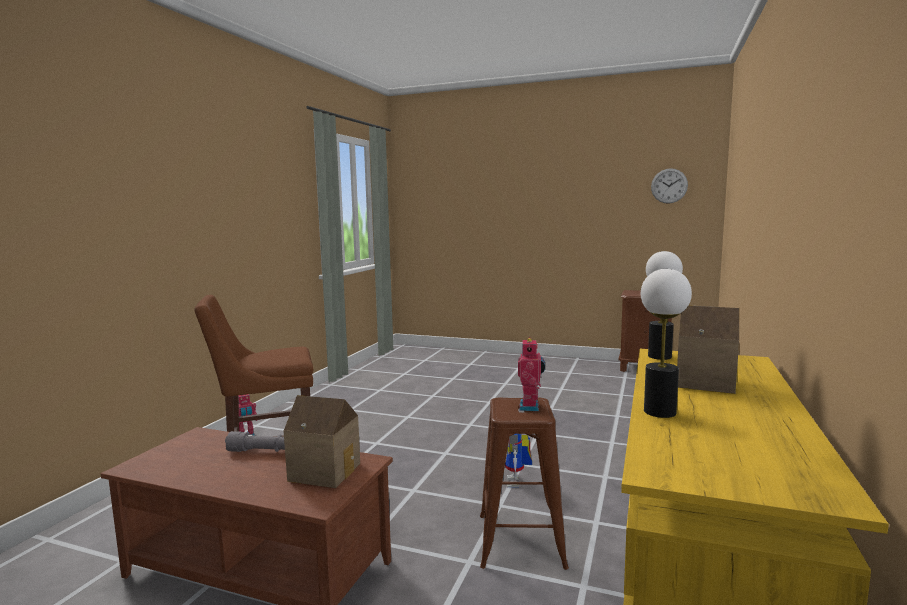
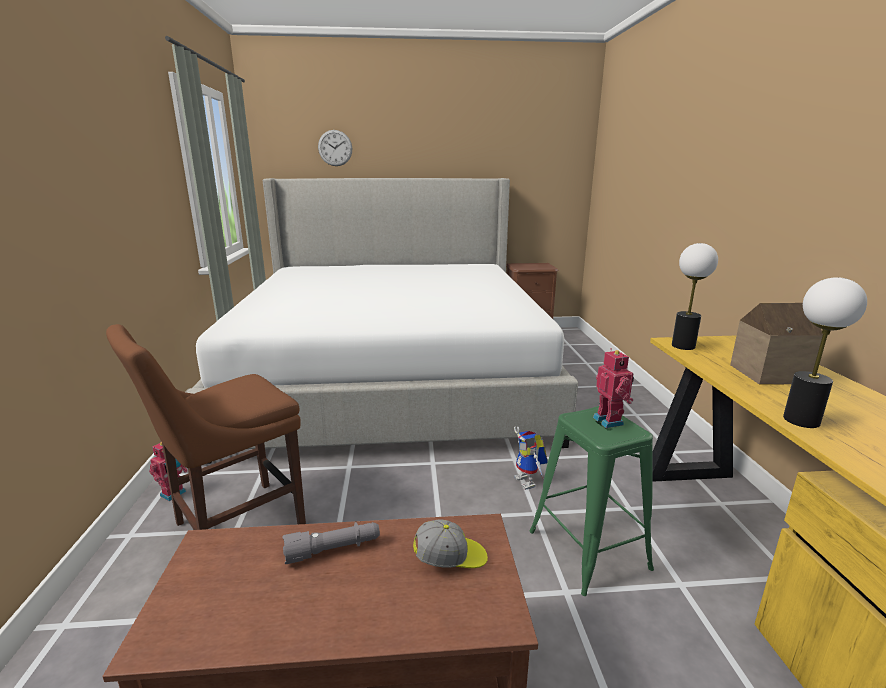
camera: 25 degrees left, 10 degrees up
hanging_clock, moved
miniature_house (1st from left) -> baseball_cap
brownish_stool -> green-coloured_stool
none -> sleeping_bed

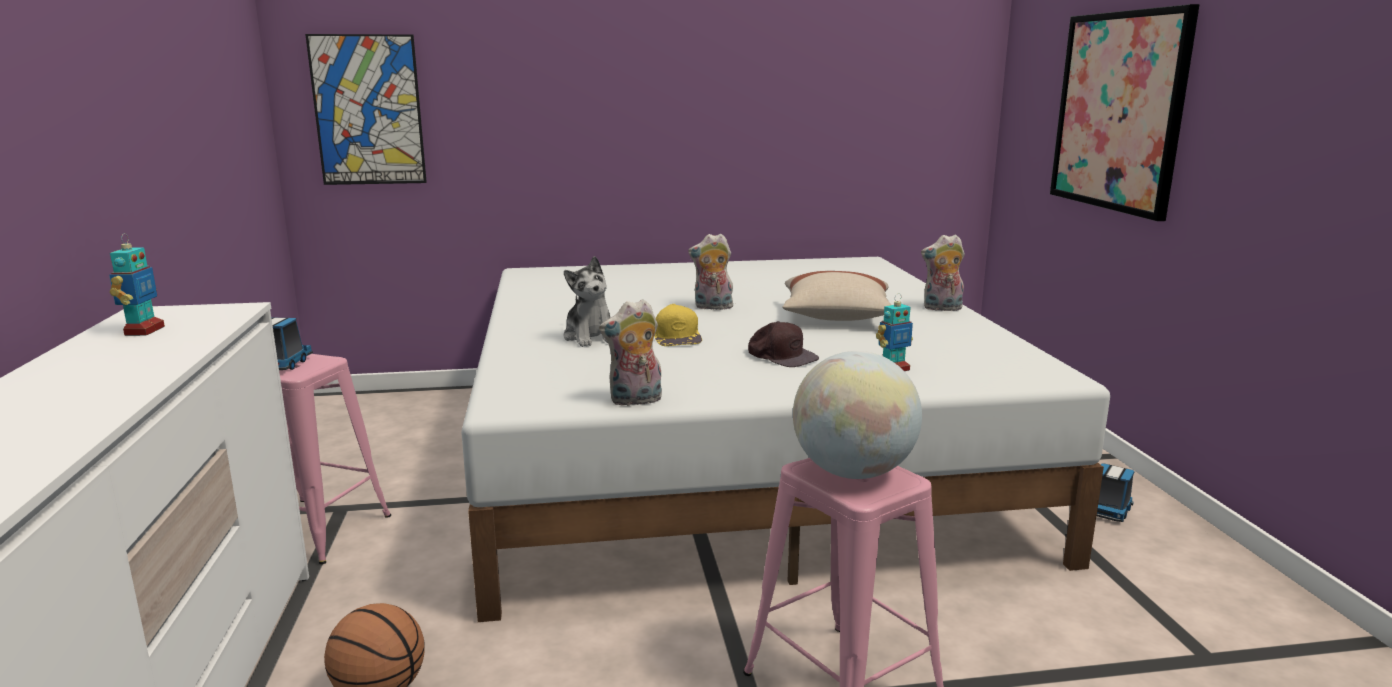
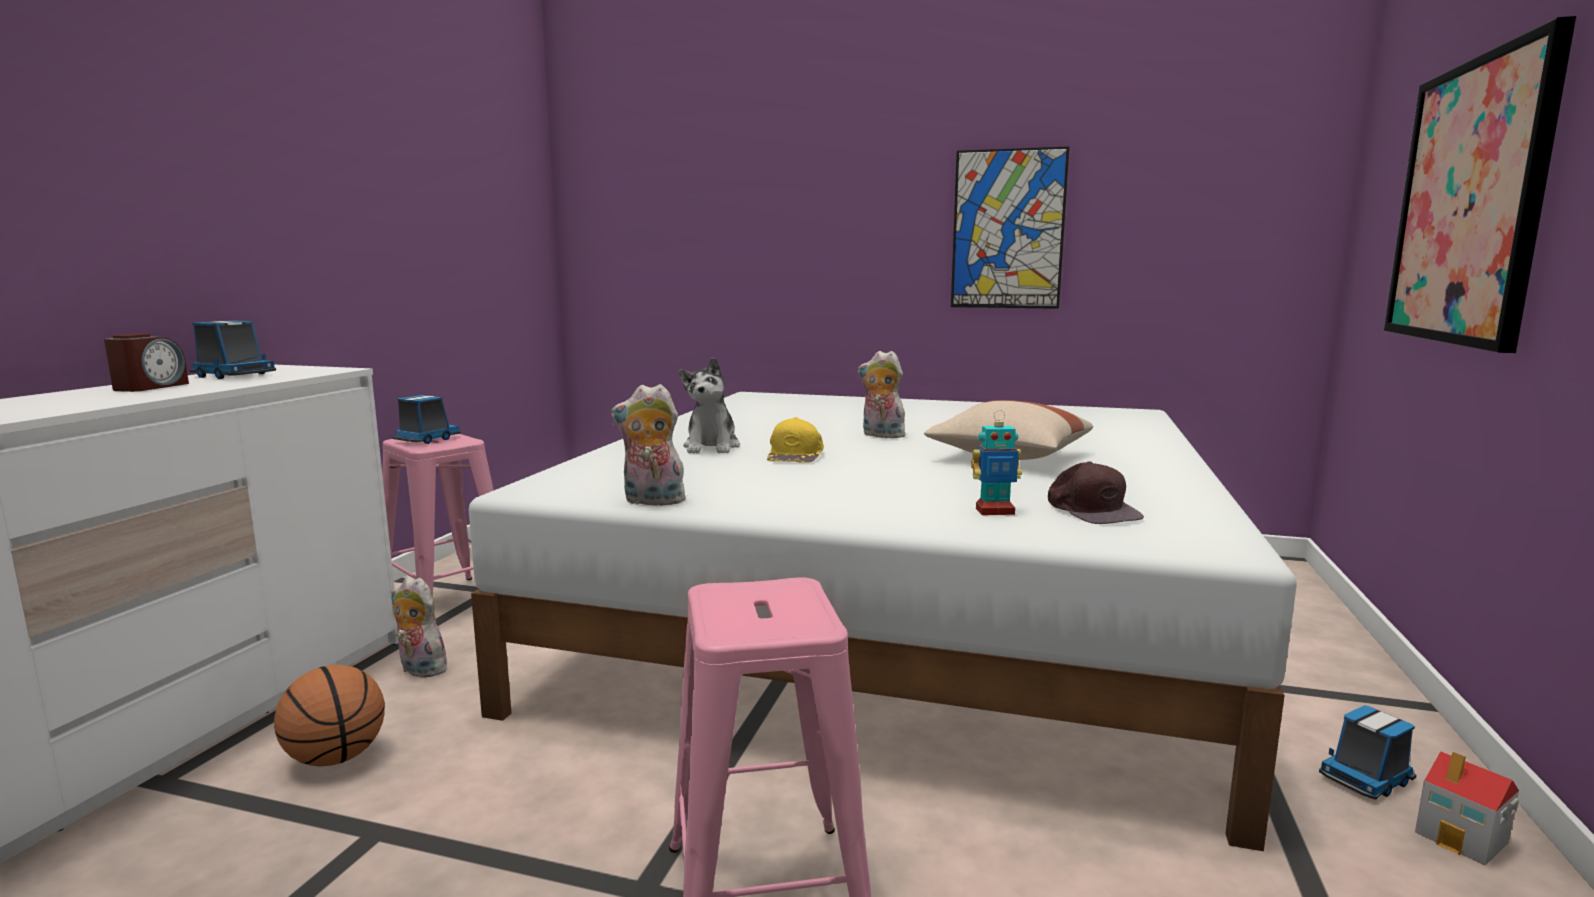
camera: 25 degrees right, 5 degrees down
picture (1st from left), moved
toy_robot (1st from left) -> model_truck (1st from left)
cuddly_toy (4th from left in the first image) -> cuddly_toy (1st from left), moved
brownish_baseball_cap, moved
world_globe -> none
none -> bedside_clock
none -> miniature_house

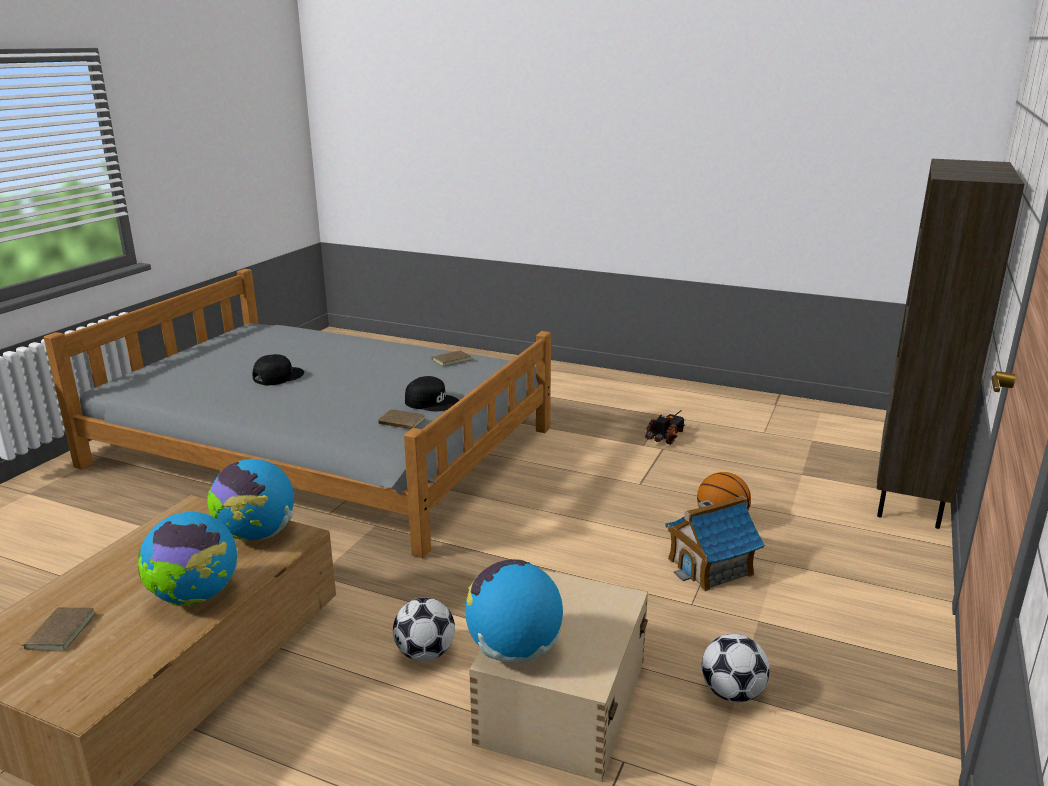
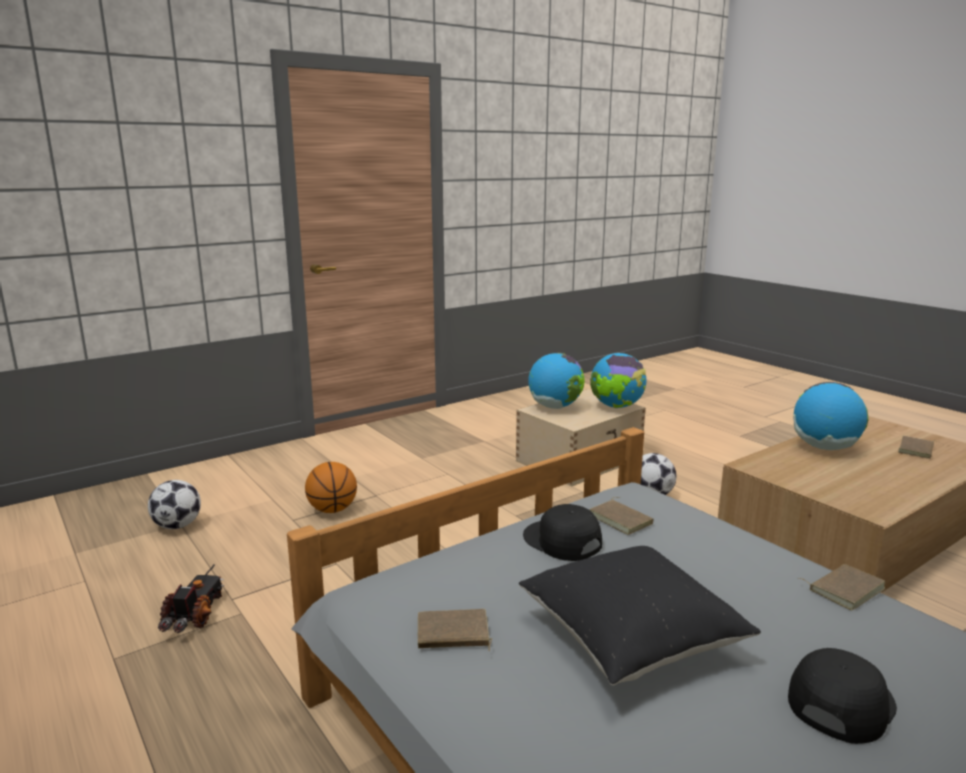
camera: 150 degrees left, 5 degrees down
brownish_bookcase -> none
blackish_baseball_cap (1st from left in the first image) -> blackish_baseball_cap (2nd from left), 150 degrees clockwise
model_truck, 120 degrees clockwise
world_globe (2nd from left in the first image) -> world_globe (1st from left), moved
miniature_house -> none
football (2nd from left in the first image) -> football (1st from left), moved
none -> blackish_pillow
none -> brownish_volume (3rd from left)

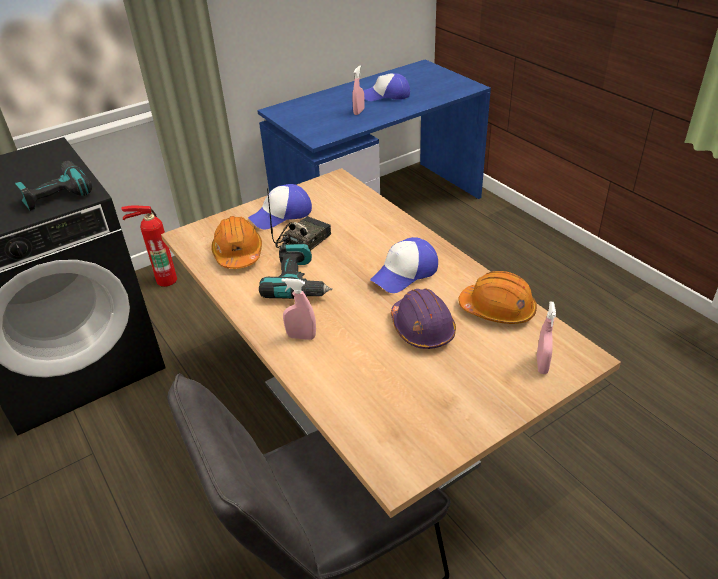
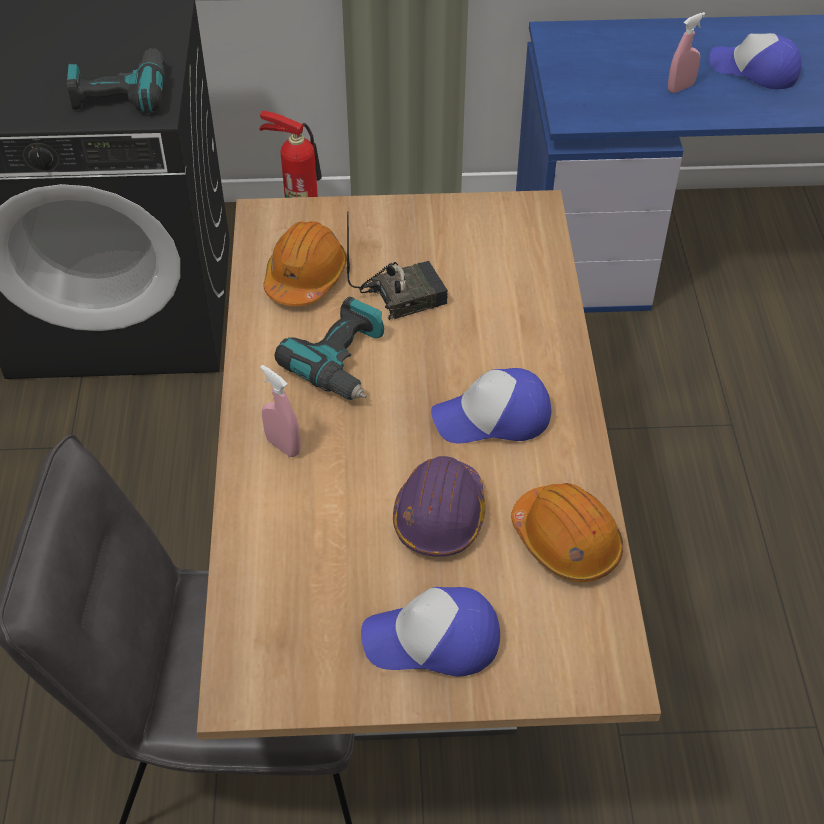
camera: 30 degrees right, 10 degrees up
baseball_cap (1st from left), moved
pink-coloured_spray_bottle (3rd from left) -> none

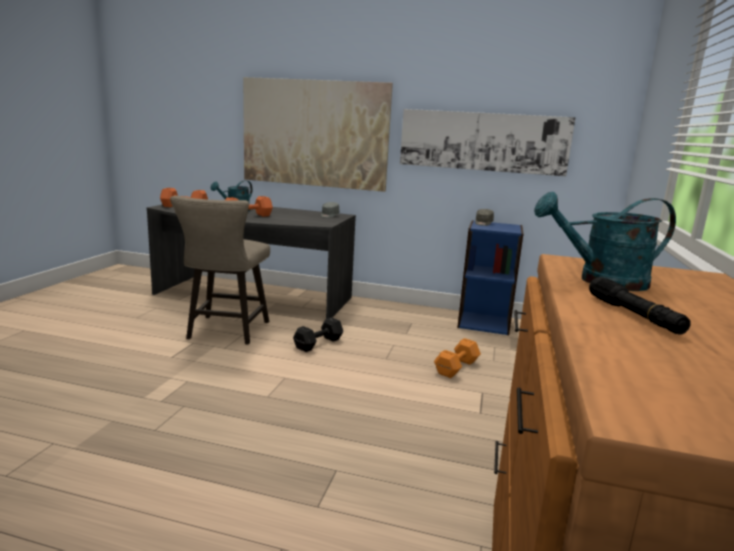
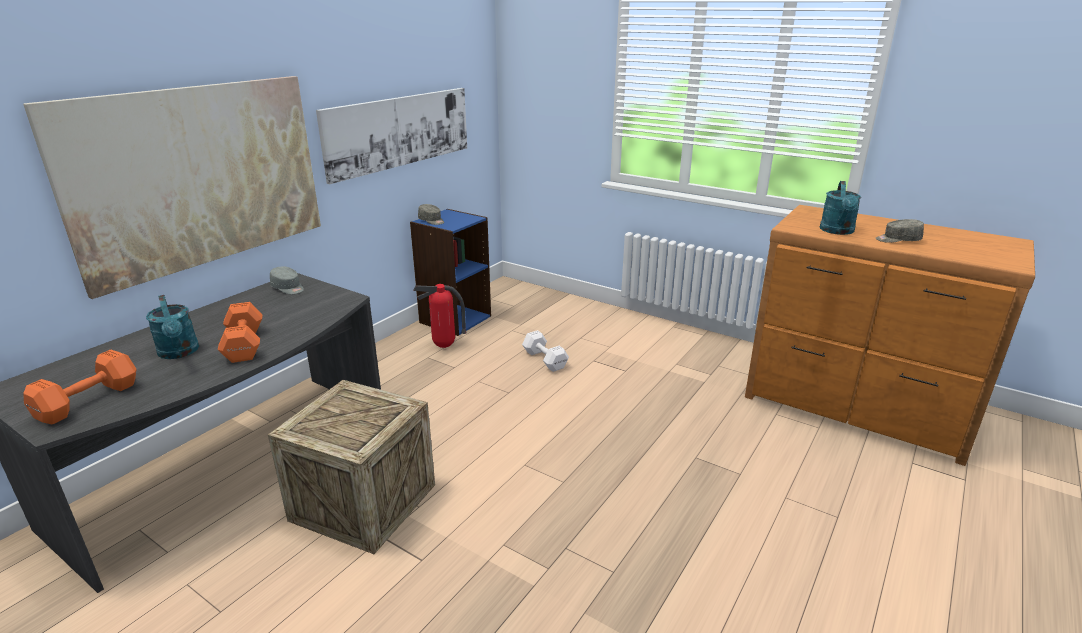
camera: 70 degrees left, 10 degrees up
sand-coloured_stool -> crate
blackish_torch -> gray_baseball_cap (3rd from left)
blackish_dumbbell -> none
orangey_dumbbell (3rd from left) -> white-coloured_dumbbell
none -> extinguisher

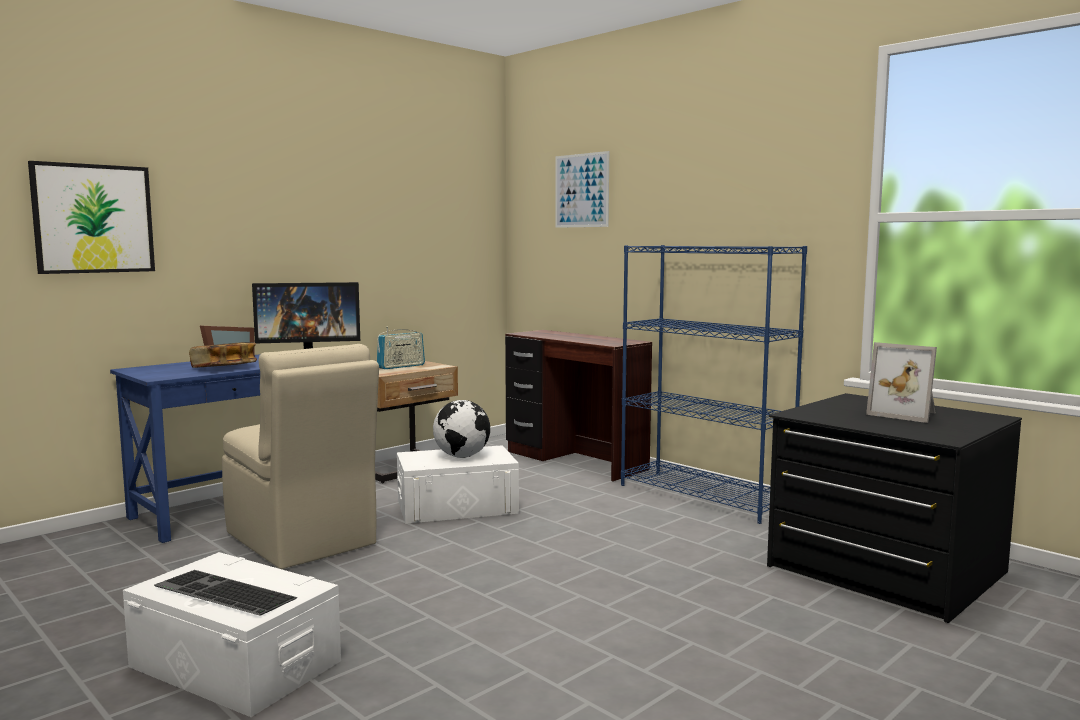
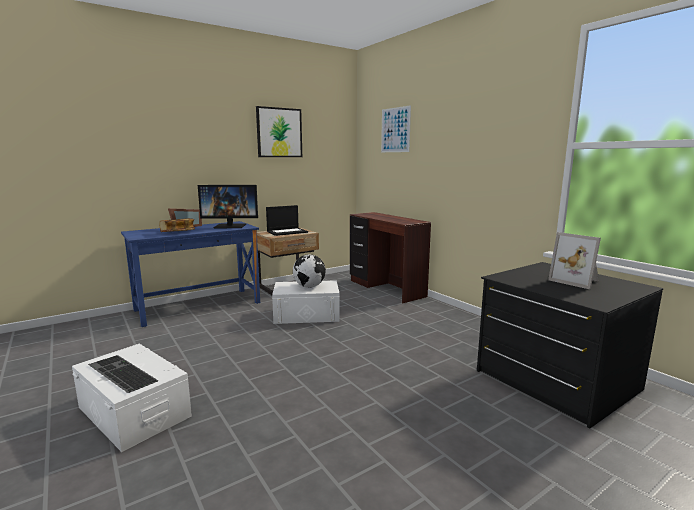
camera: 10 degrees right, 5 degrees up
picture (1st from left), moved
bluish_bookcase -> none
radio -> portable_computer
sand-coloured_upright_chair -> none

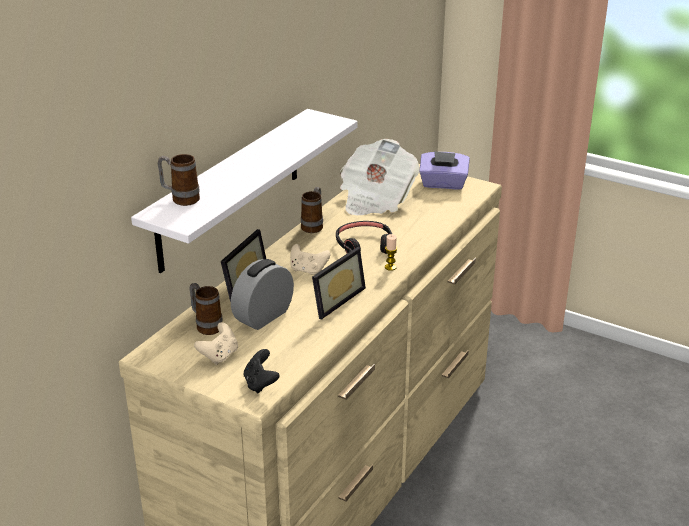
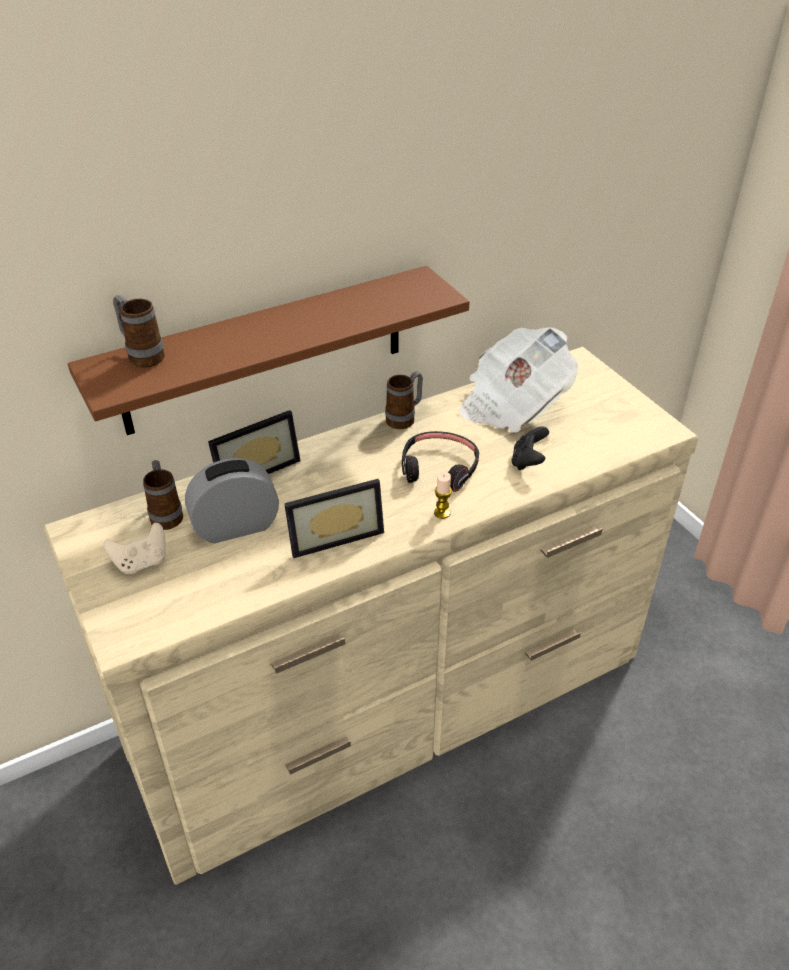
camera: 30 degrees right, 10 degrees up
white-coloured_shelf -> brownish_shelf
purple-coloured_box_of_tissues -> none
sand-coloured_joypad (2nd from left) -> none
blackish_joypad, moved

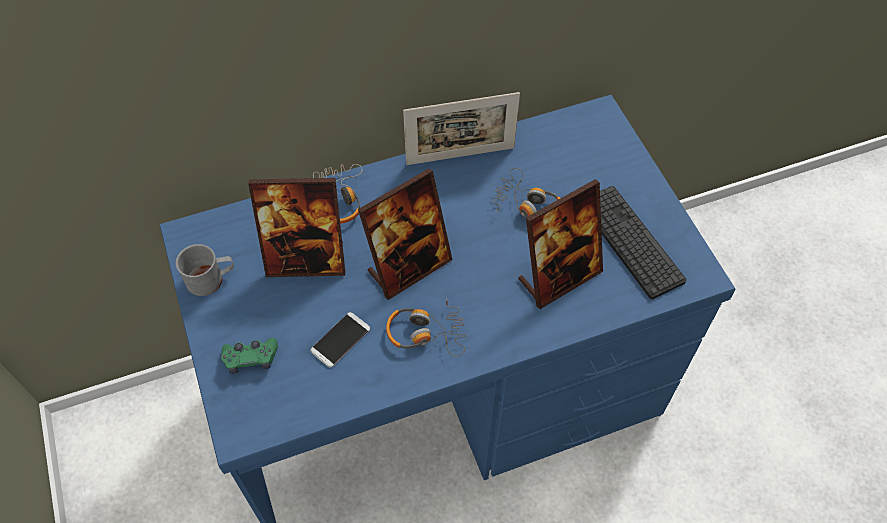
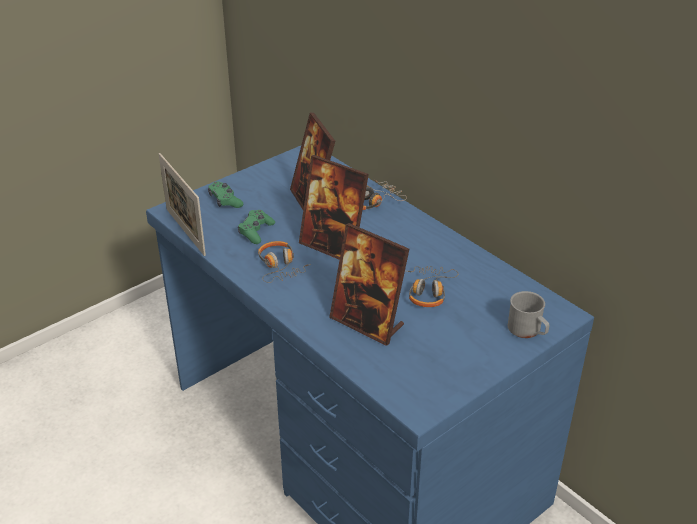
camera: 70 degrees right, 20 degrees down
standing_frame (3rd from left in the first image) -> standing_frame (1st from left), moved
computer_keyboard -> none
gray_tea_mug, moved
handset -> green-coloured_joypad (2nd from left)

